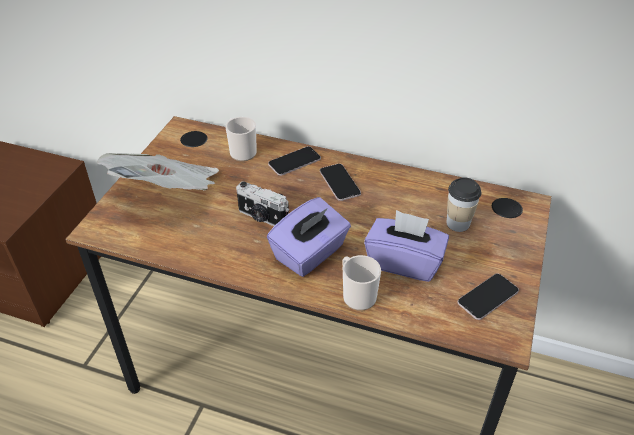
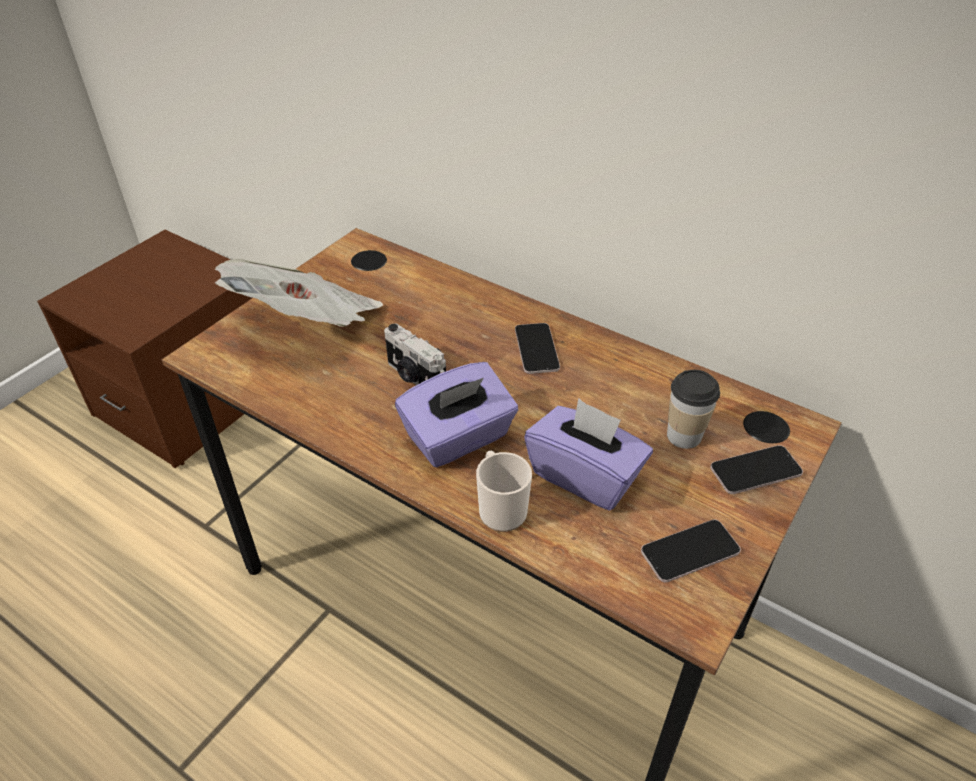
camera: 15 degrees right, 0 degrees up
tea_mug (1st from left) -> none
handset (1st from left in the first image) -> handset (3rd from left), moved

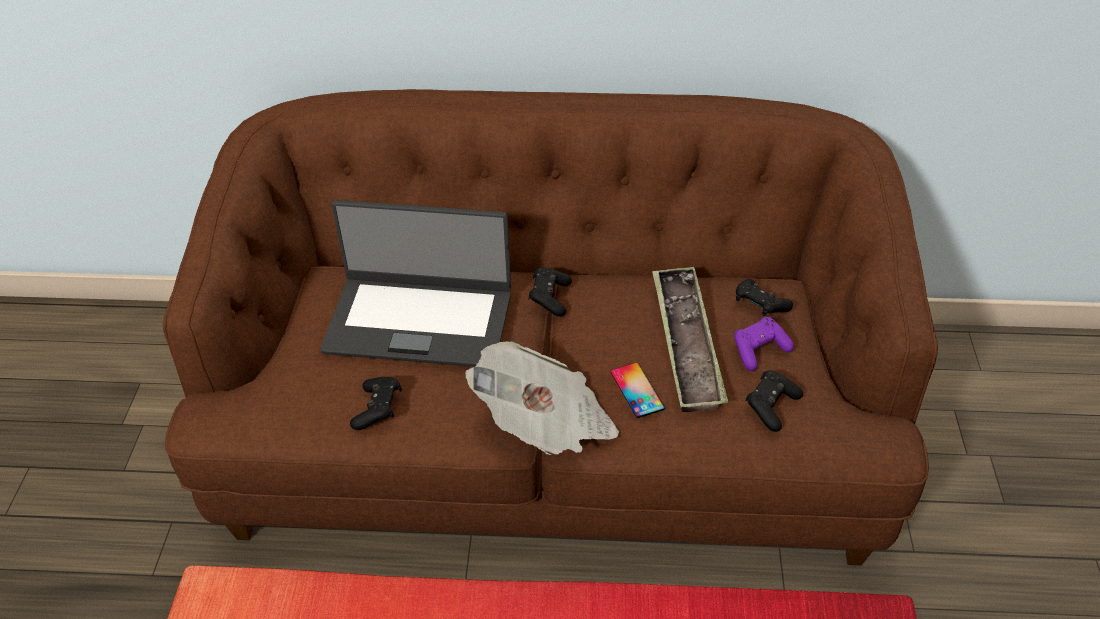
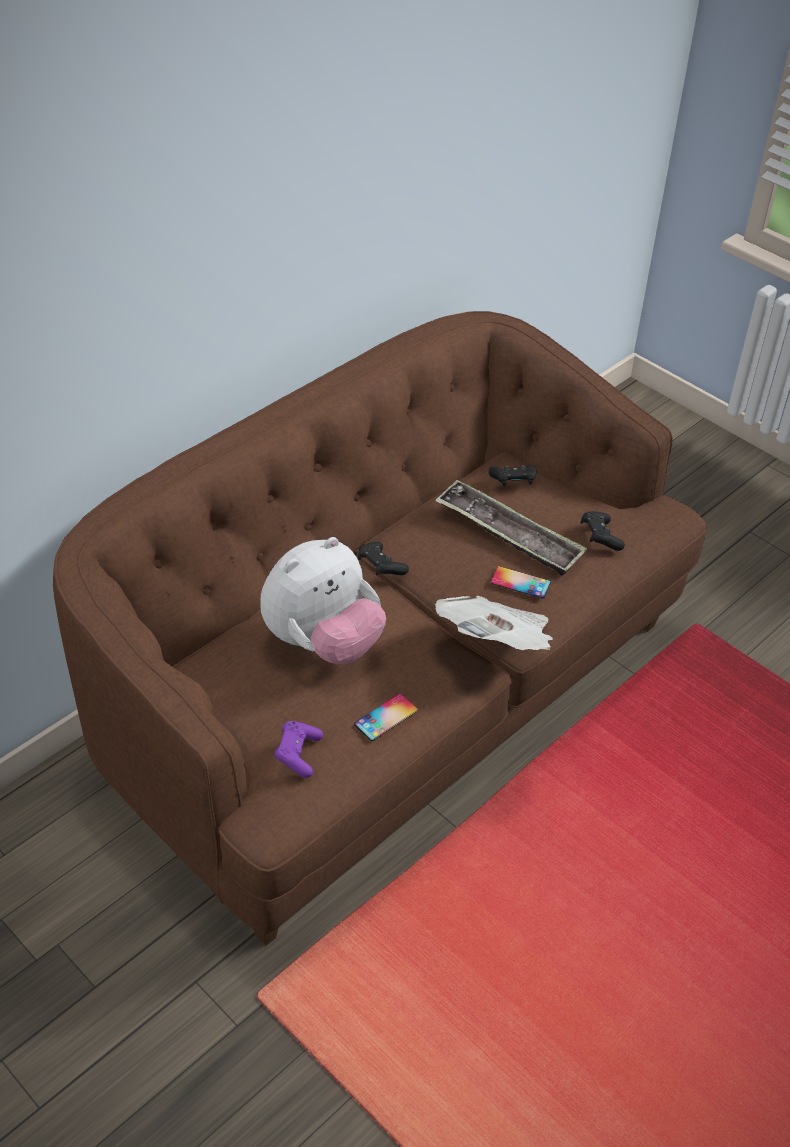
camera: 50 degrees left, 0 degrees up
portable_computer -> cuddly_toy
purple-coloured_joypad, moved
blackish_joypad (1st from left) -> handset (1st from left)

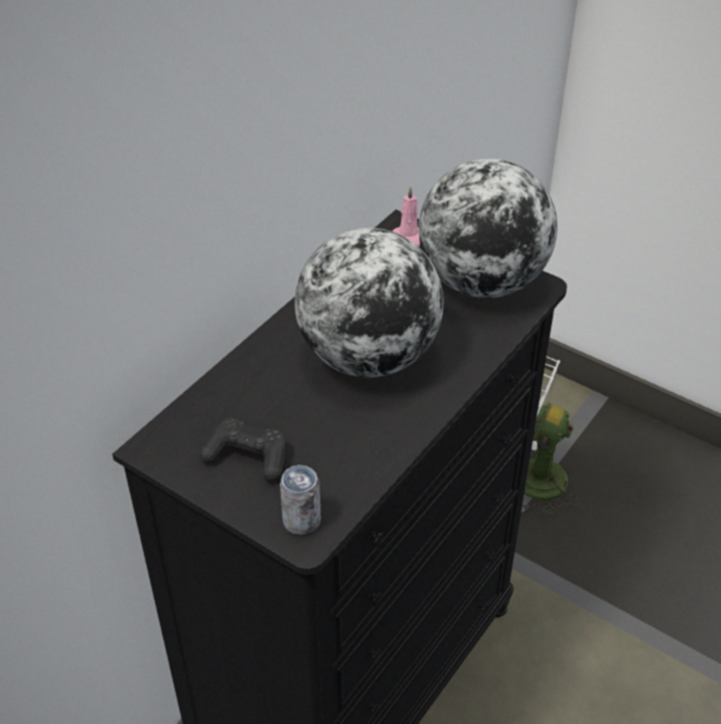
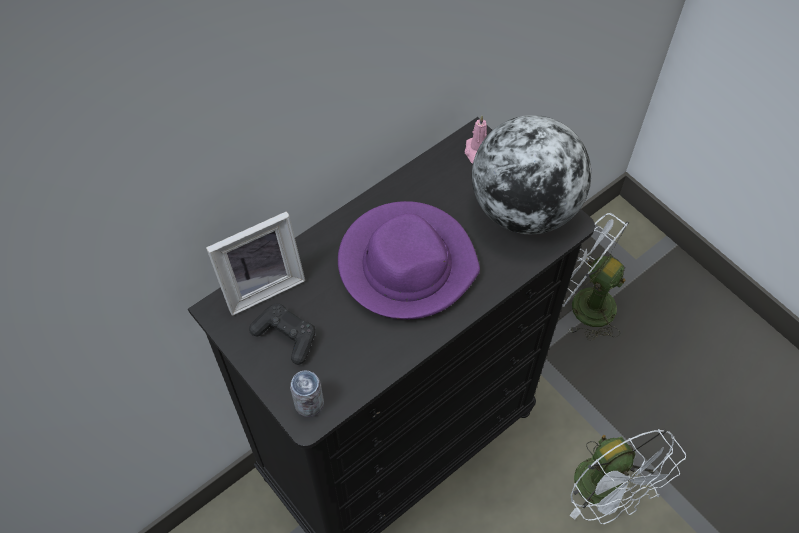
camera: 15 degrees right, 15 degrees up
world_globe (1st from left) -> purple-coloured_hat
none -> standing_frame
none -> white-coloured_cooling_fan (2nd from left)

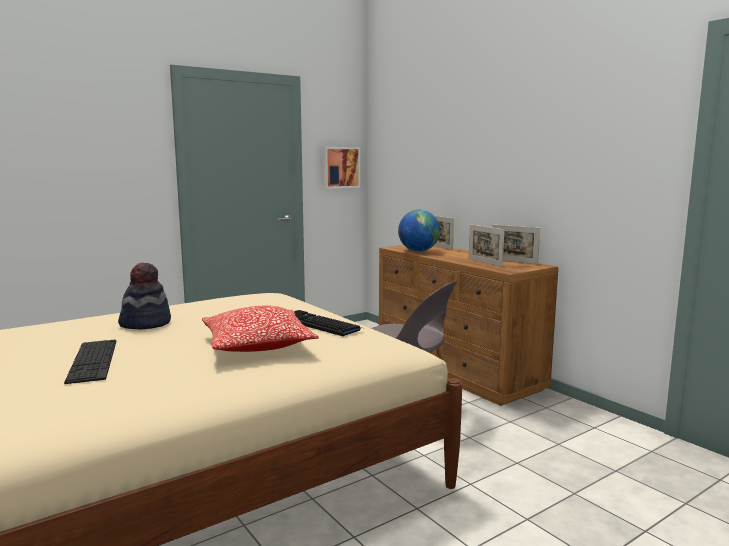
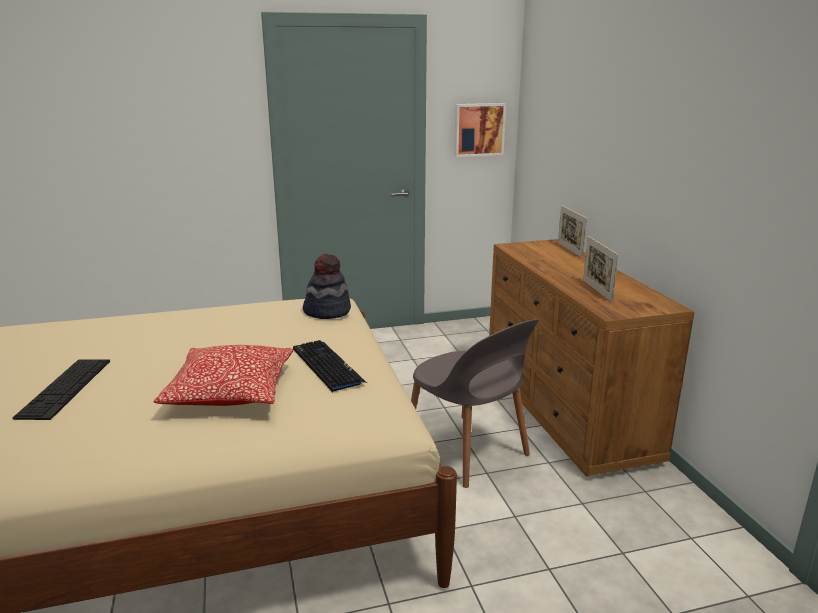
camera: 20 degrees right, 10 degrees up
world_globe -> none
standing_frame (3rd from left) -> none
hat, moved

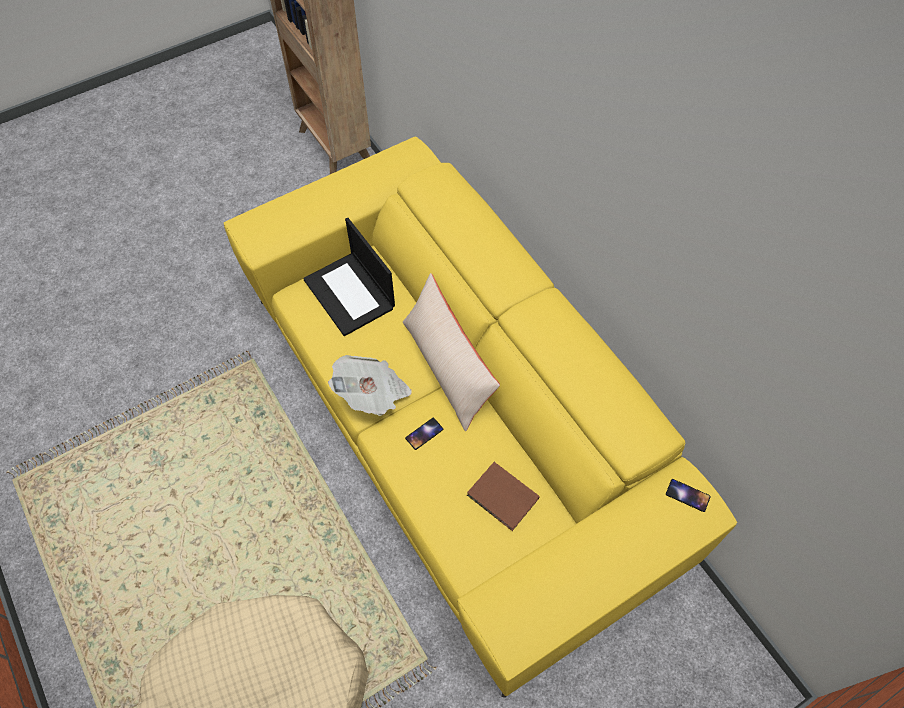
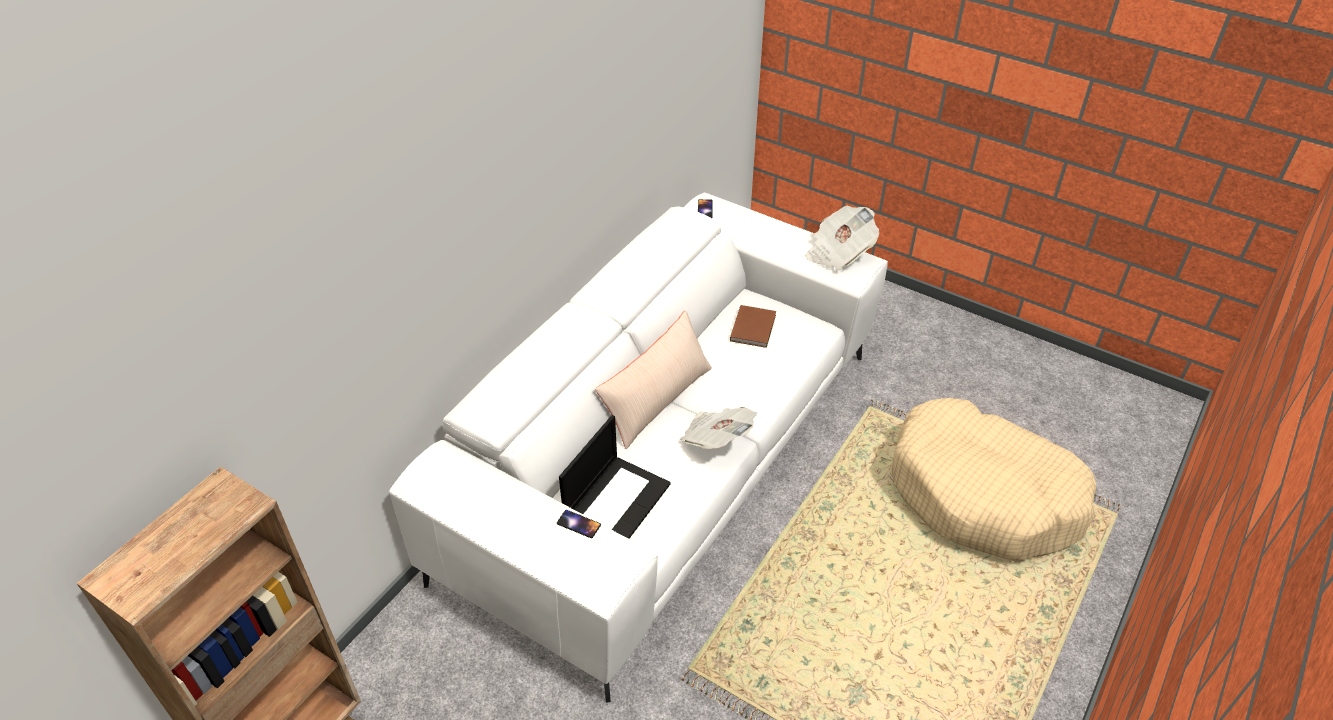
camera: 115 degrees left, 15 degrees down
yellowish_sofa -> white-coloured_sofa
handset (1st from left), moved
none -> daily_paper (2nd from left)

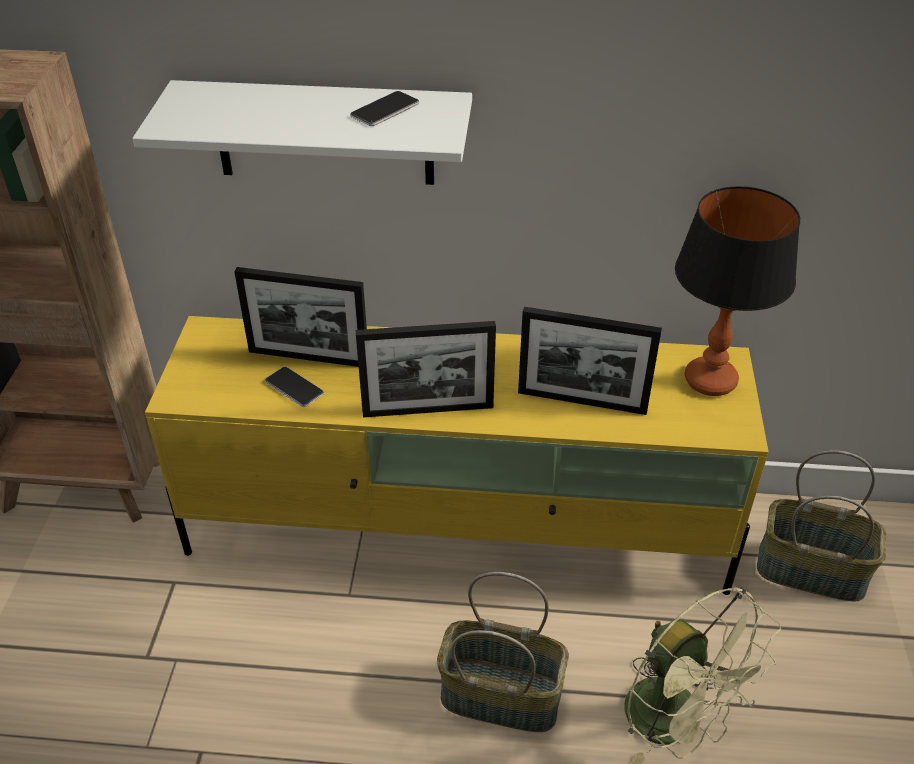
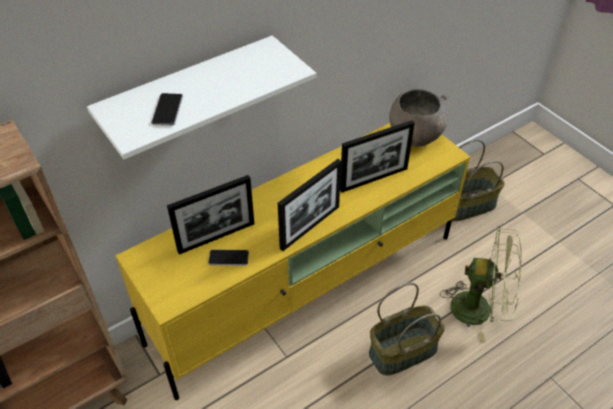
camera: 40 degrees left, 5 degrees up
handset (2nd from left in the first image) -> handset (1st from left), moved
lamp_for_a_table -> gray_deep_dish

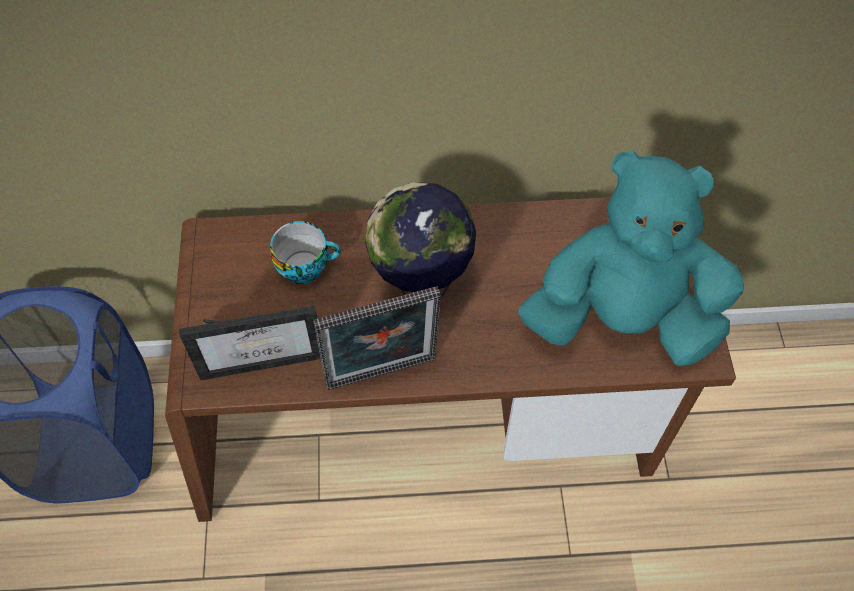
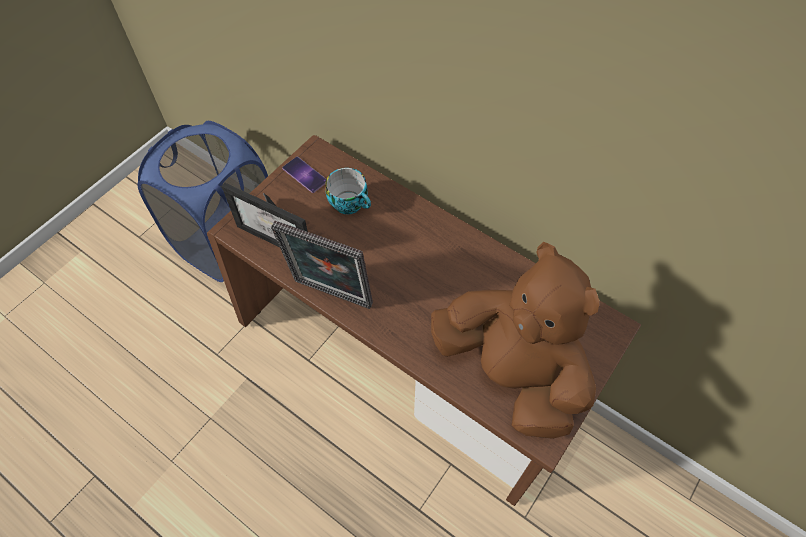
camera: 40 degrees right, 0 degrees up
turquoise-coloured_cuddly_toy -> brownish_cuddly_toy
world_globe -> none
none -> handset

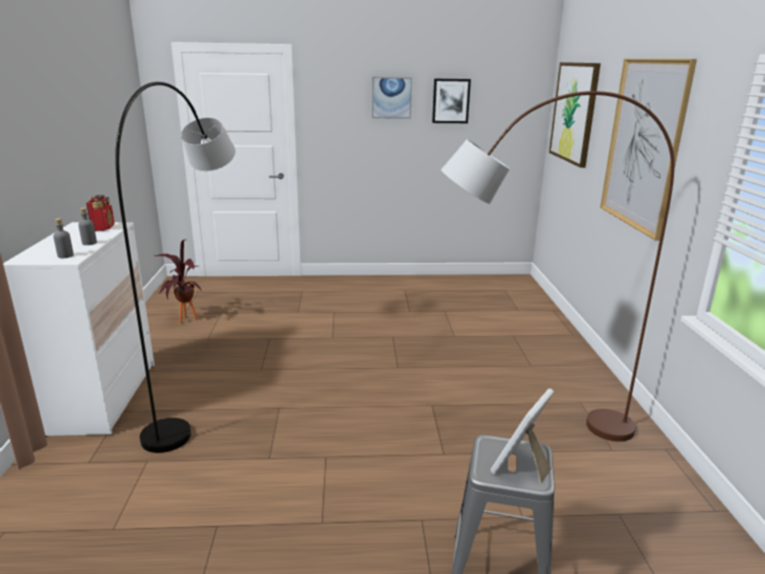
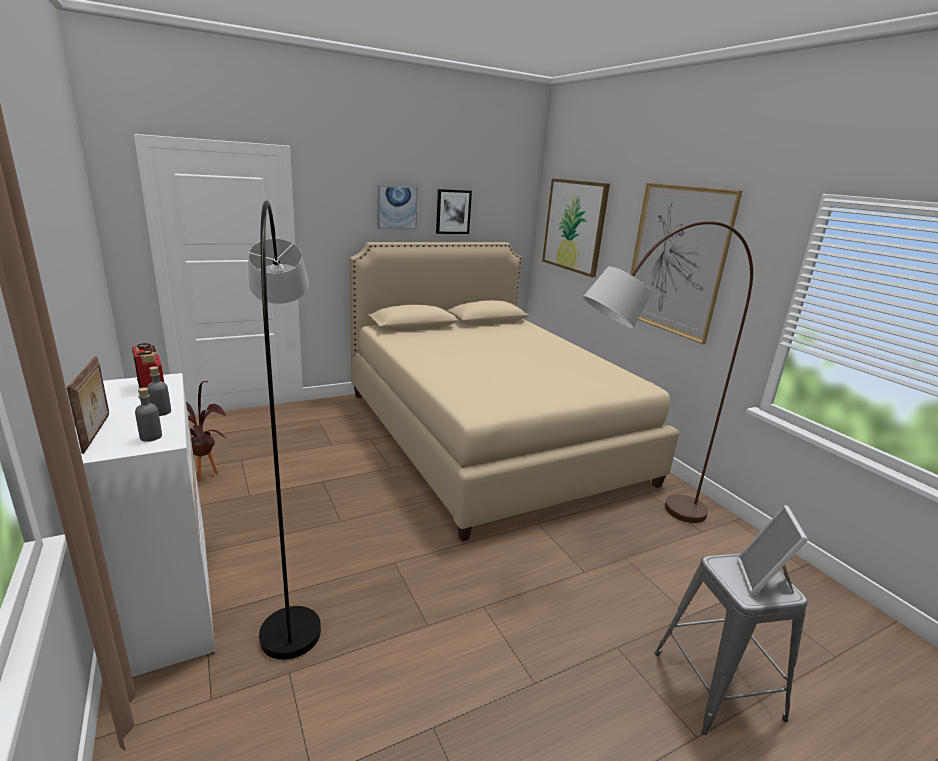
camera: 25 degrees left, 0 degrees up
none -> sand-coloured_sleeping_bed
none -> standing_frame (1st from left)

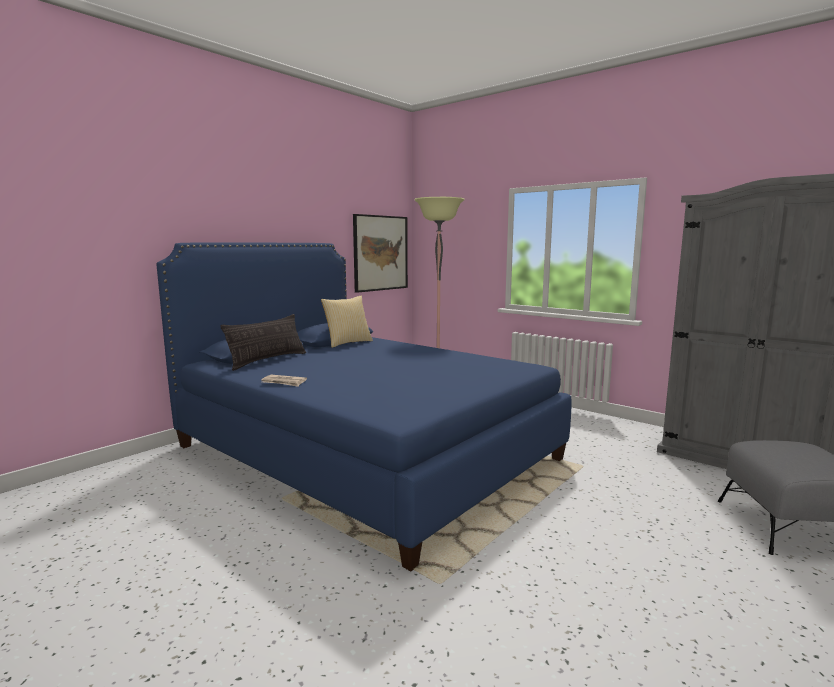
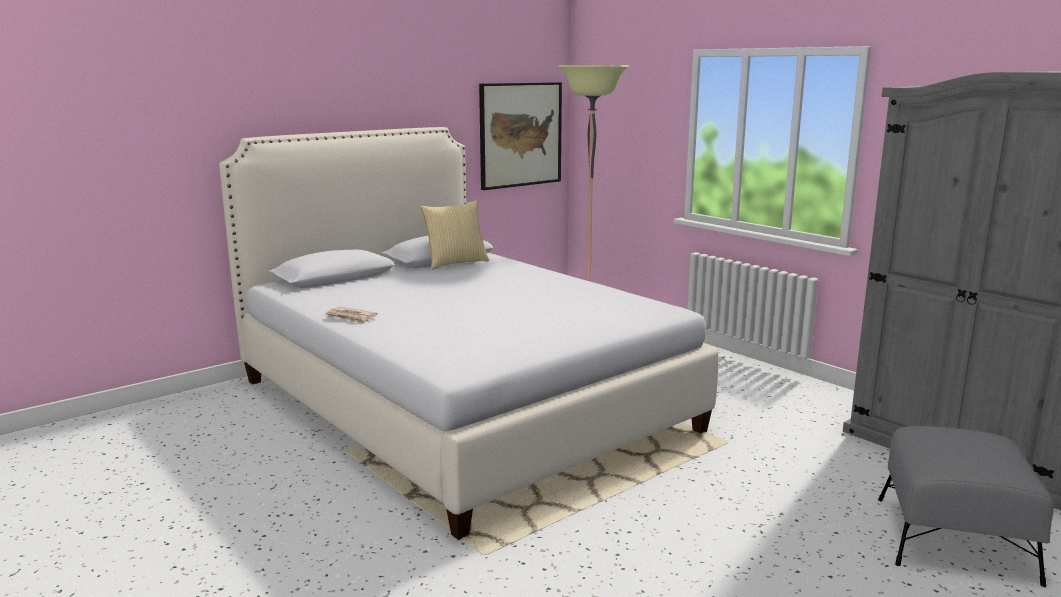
camera: 10 degrees right, 5 degrees up
bluish_sleeping_bed -> white-coloured_sleeping_bed
pillow (1st from left) -> none

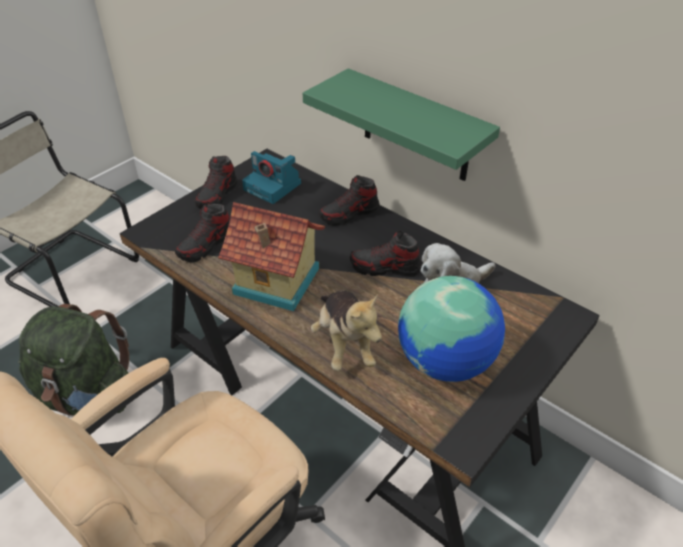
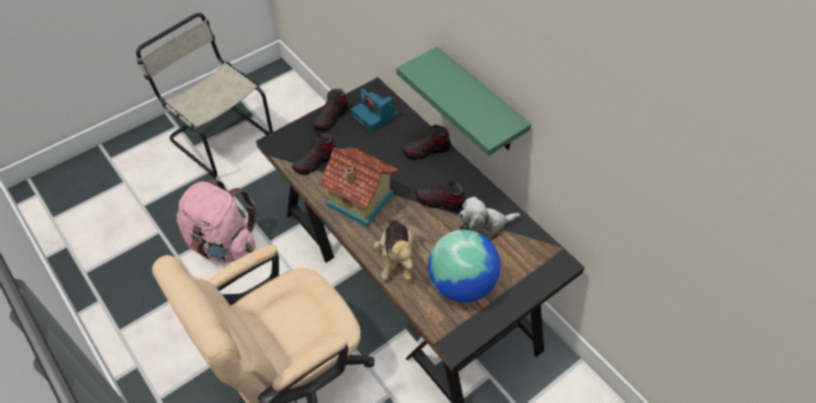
camera: 10 degrees right, 10 degrees up
green-coloured_knapsack -> pink-coloured_knapsack

